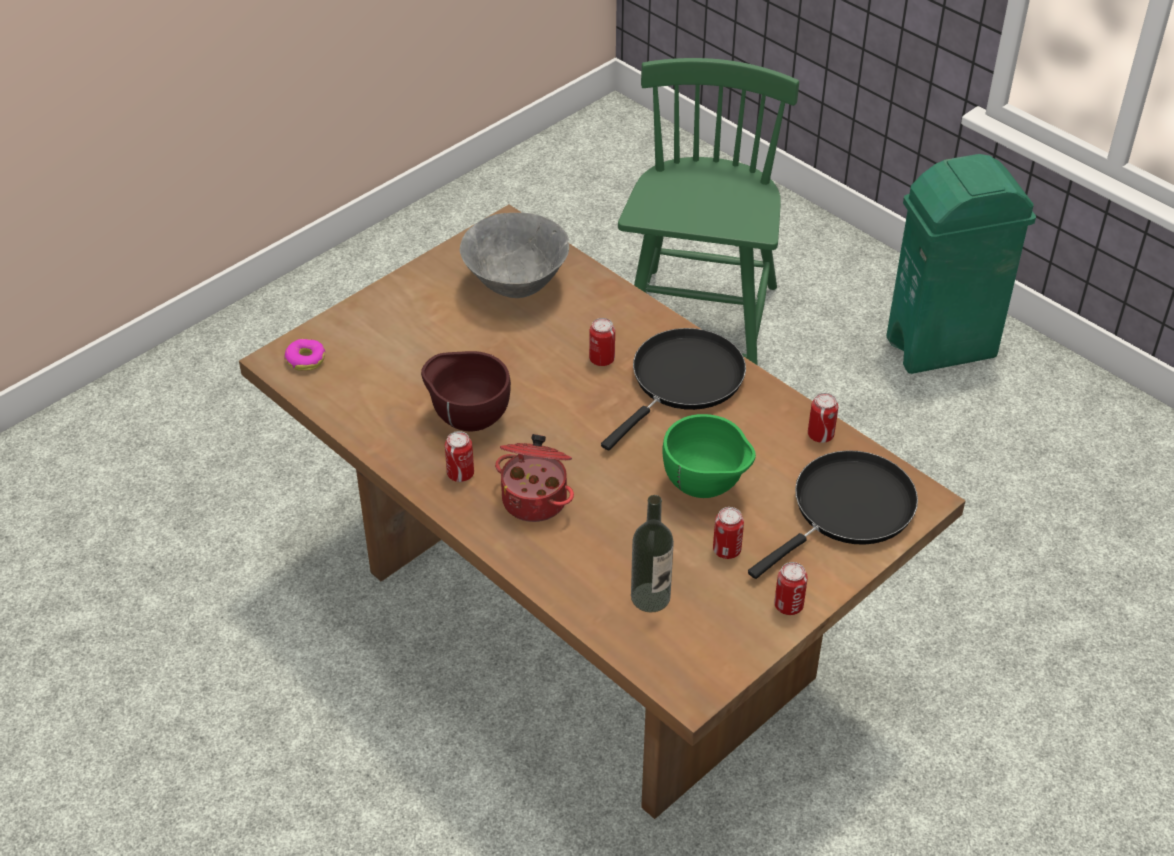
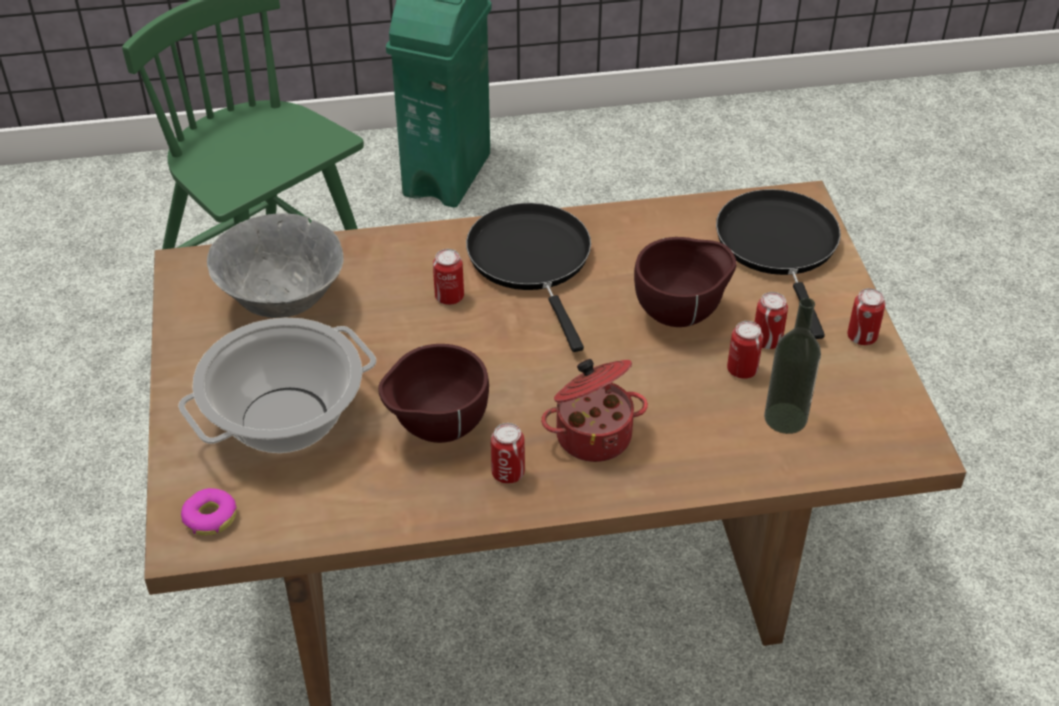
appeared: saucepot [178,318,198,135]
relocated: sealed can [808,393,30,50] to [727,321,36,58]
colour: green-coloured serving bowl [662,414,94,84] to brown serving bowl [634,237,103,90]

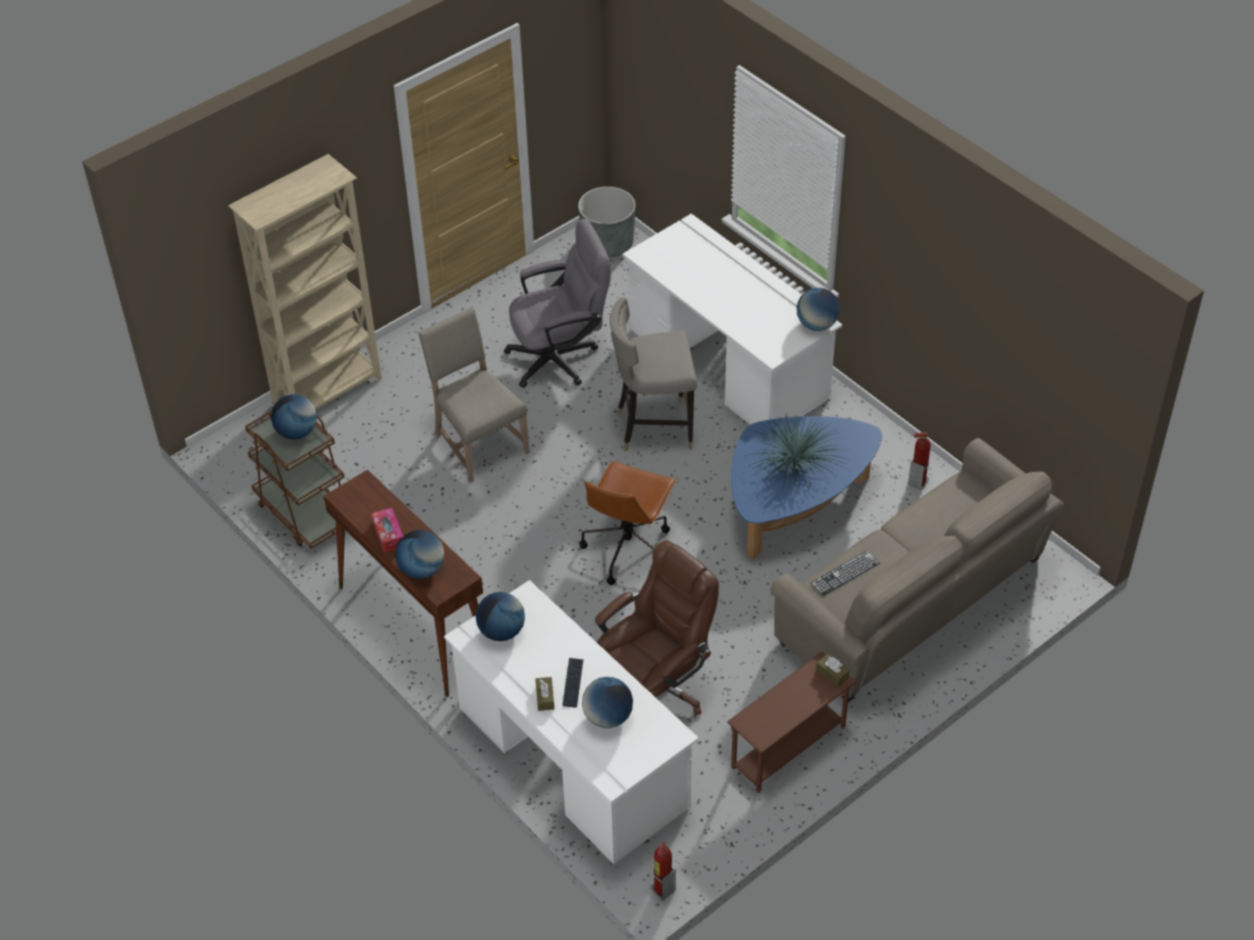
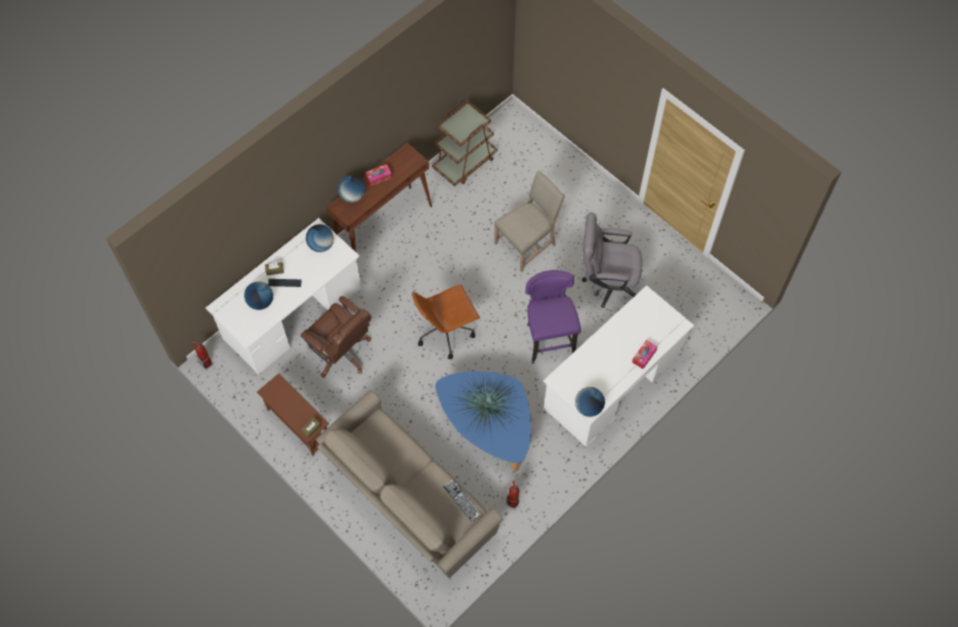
missing: beige-coloured bookcase [228,154,154,256]; gray planter [578,187,57,71]; desk globe [271,394,46,46]
appeared: tissue box [632,340,25,29]
relocated: keyboard [811,550,69,46] to [443,479,39,43]
colour: gray sitting stool [610,297,87,154] to purple-coloured sitting stool [525,270,56,94]
spun: gray computer chair [504,219,107,169] = [582,213,60,95] 120 degrees clockwise; brown computer chair [579,461,98,124] = [412,284,68,75] 45 degrees counterclockwise

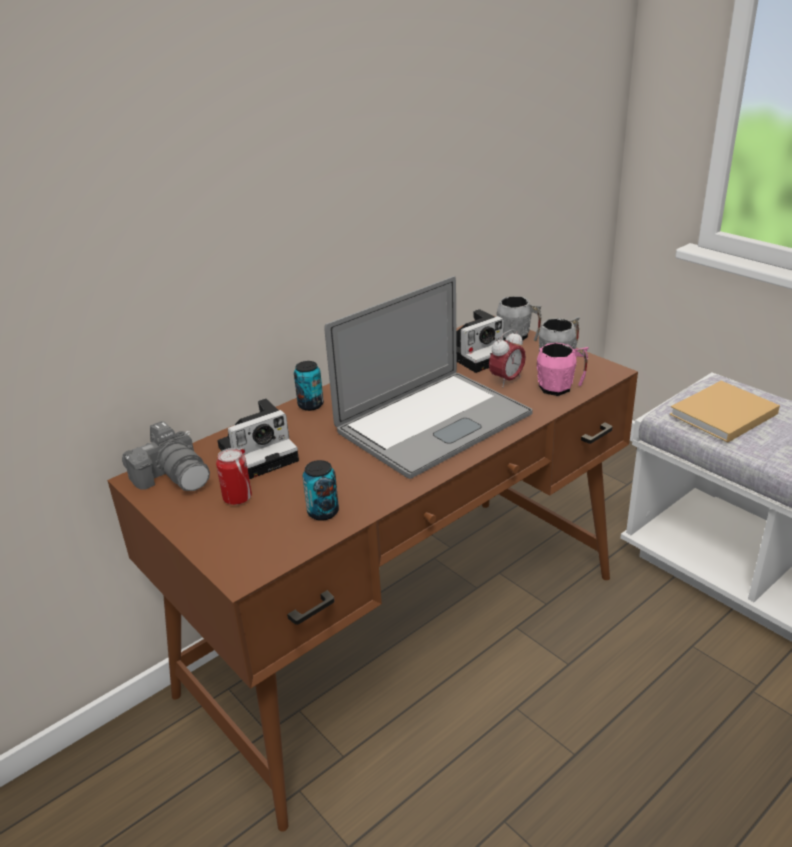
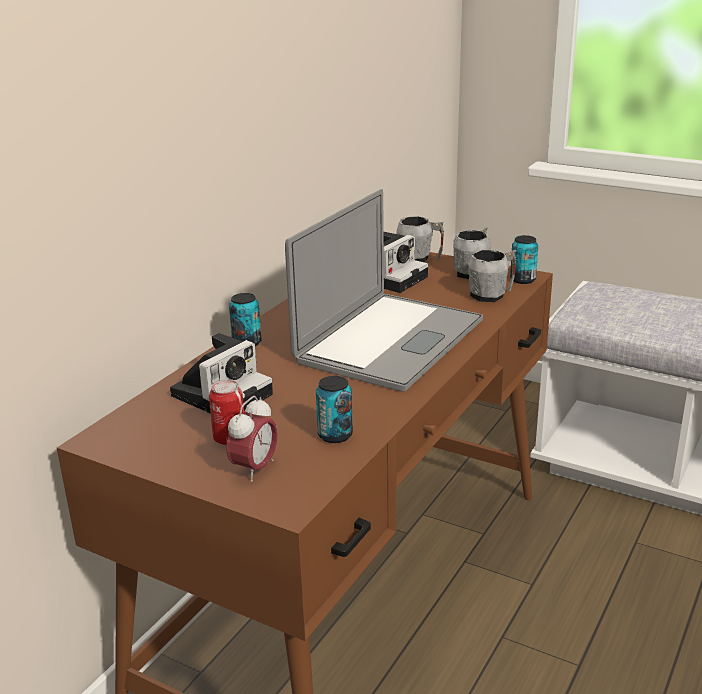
missing: beige-coloured book [670,381,110,62]; still camera [122,421,88,70]
appeared: sealed can [510,235,28,49]
relocated: table clock [489,329,37,58] to [226,396,51,86]
colour: pink-coloured tea mug [537,343,52,53] to gray tea mug [468,250,49,52]

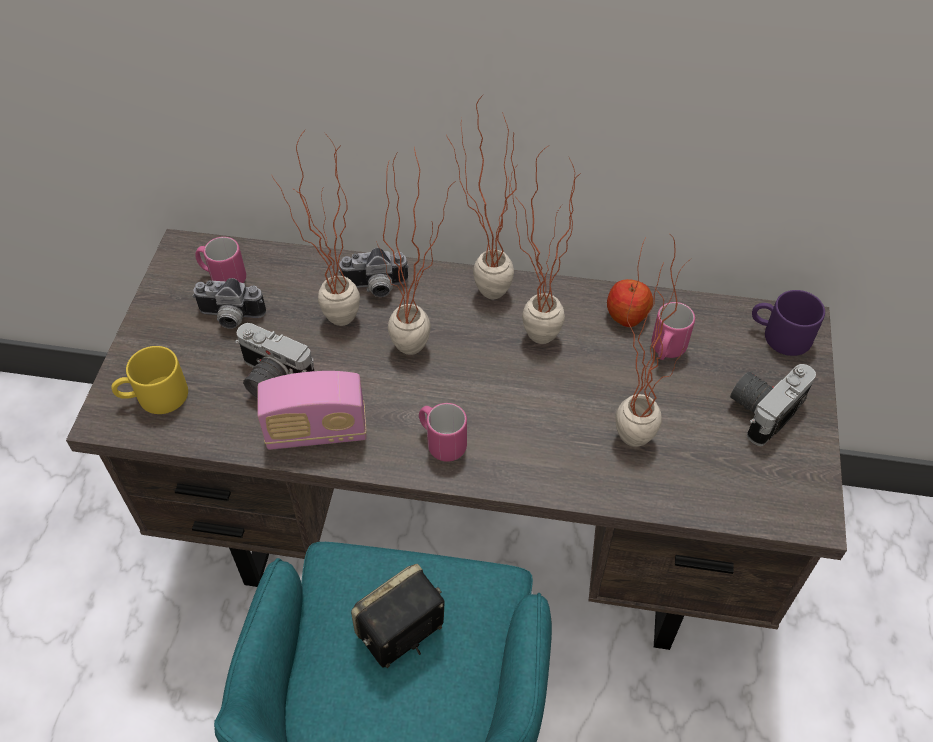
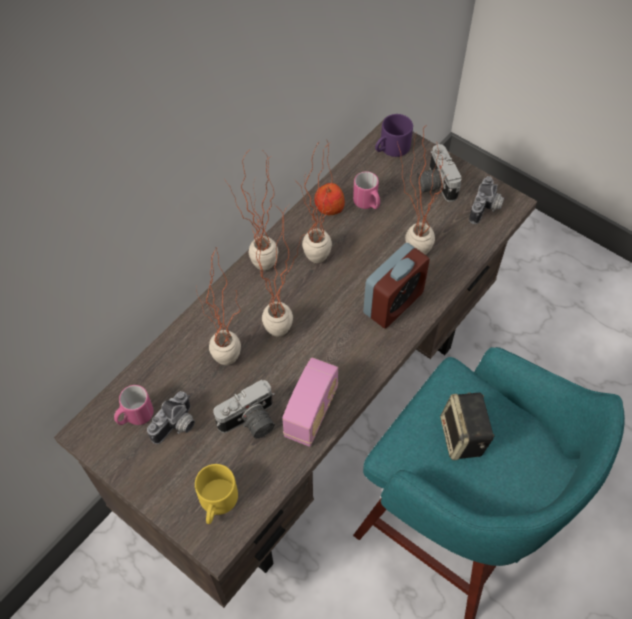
missing: pink-coloured tea mug [419,403,48,59]
appeared: table clock [363,243,67,86]
relocated: still camera [339,248,70,49] to [469,176,35,48]

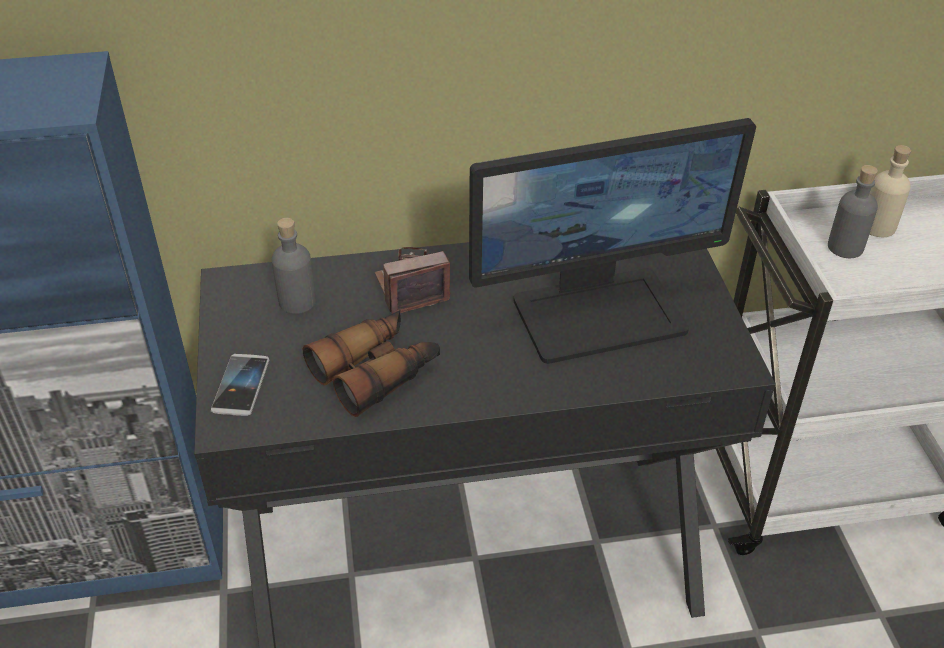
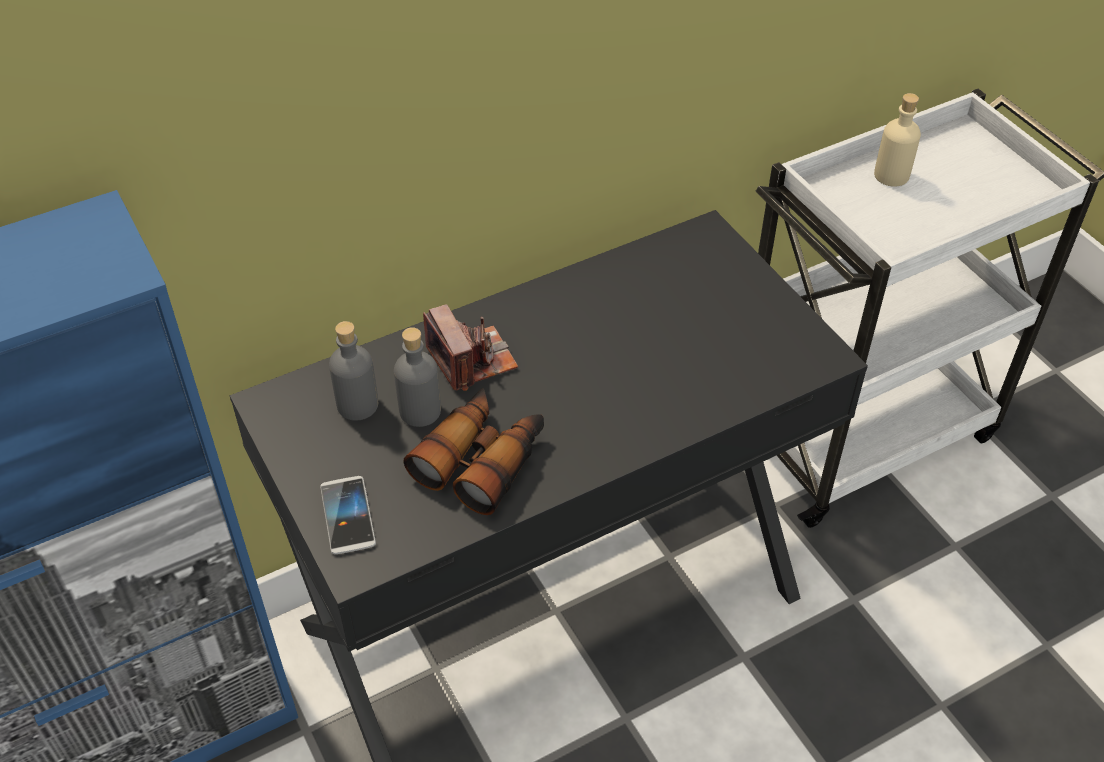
missing: computer screen [469,118,287,246]
relocated: gray drink bottle [828,165,50,93] to [394,327,47,100]
spun: still camera [375,247,75,67] = [423,304,95,87] 105 degrees clockwise

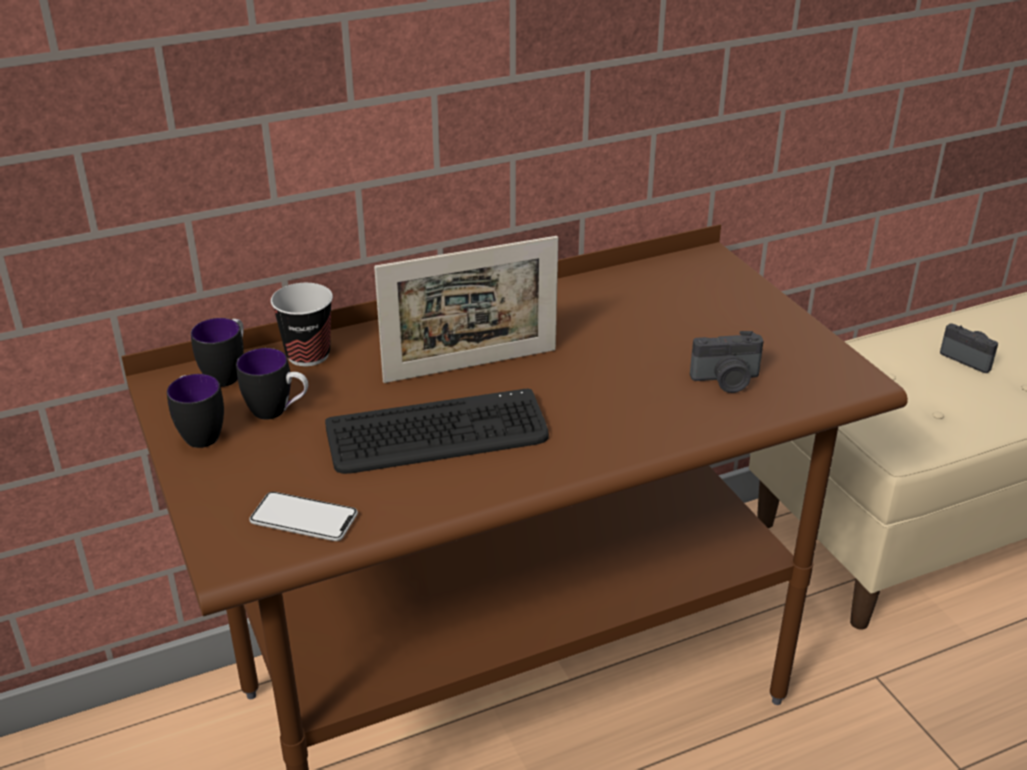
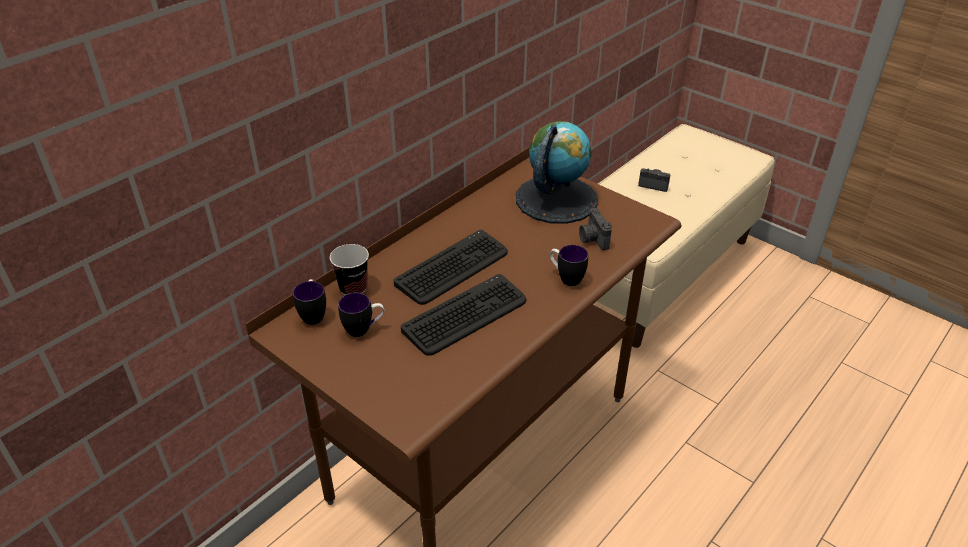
missing: phone [249,492,109,49]
appeared: desk globe [516,121,82,103]
relocated: tea mug [167,374,57,74] to [549,245,39,41]
exchanged: standing frame [374,236,184,147] to keyboard [394,230,114,75]
spun: still camera [690,331,74,62] = [579,208,33,42] 105 degrees clockwise

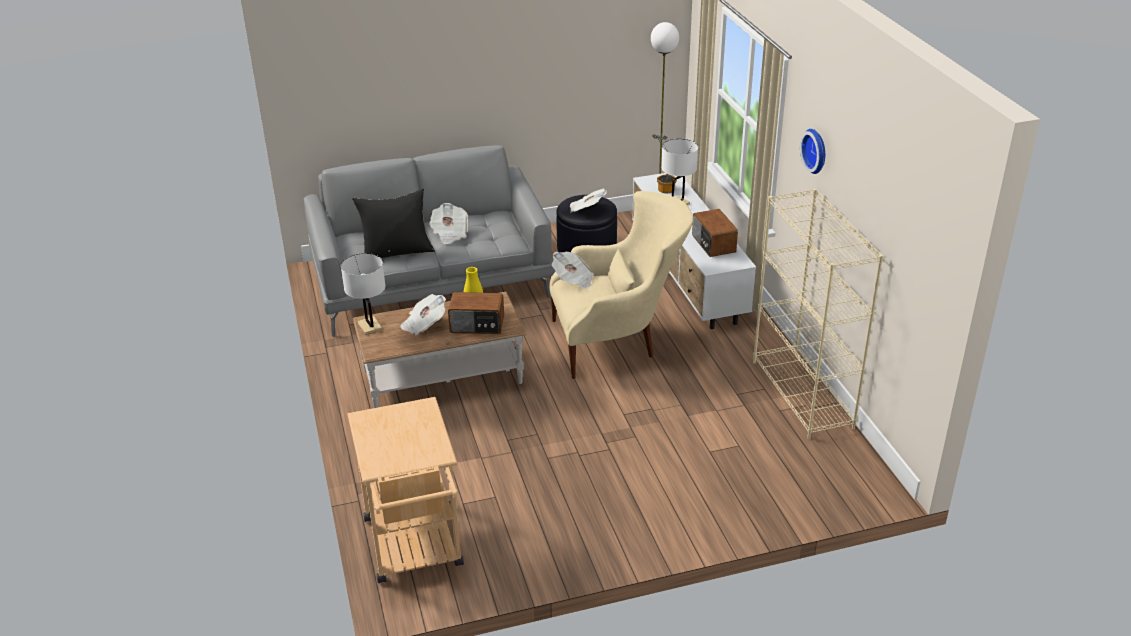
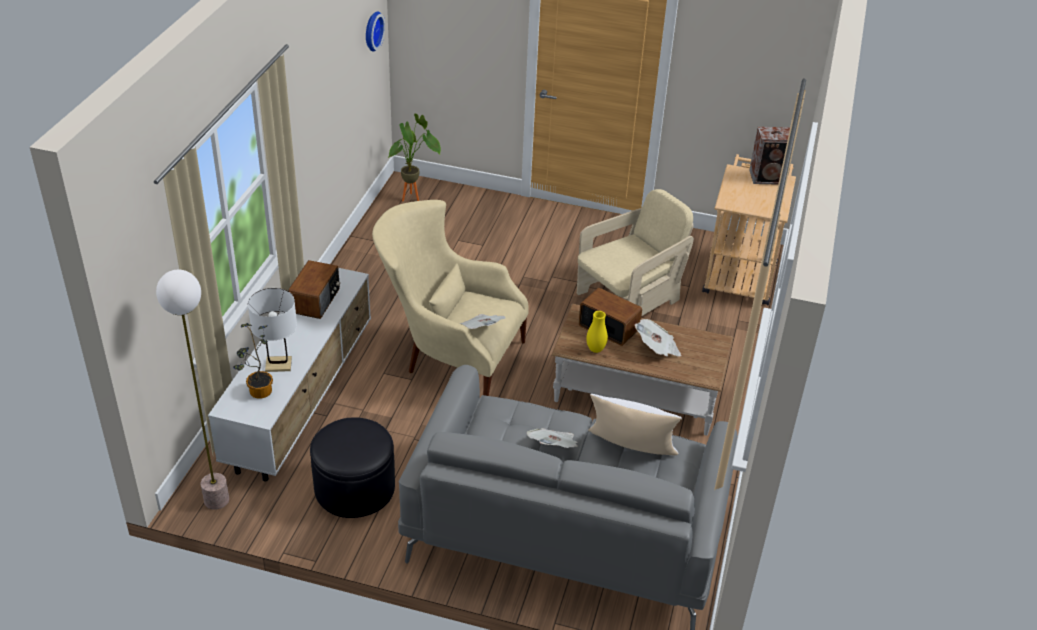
missing: newspaper [570,188,37,25]; beige-coloured bookcase [753,189,130,250]; white-coloured table lamp [341,253,45,82]
appeared: potted plant [388,114,53,87]; audio speaker [749,127,41,58]; beige-coloured easy chair [577,189,117,128]
relocated: hanging clock [800,129,25,45] to [366,11,19,41]
colour: blackish cushion [352,189,83,69] to white-coloured cushion [588,394,94,61]

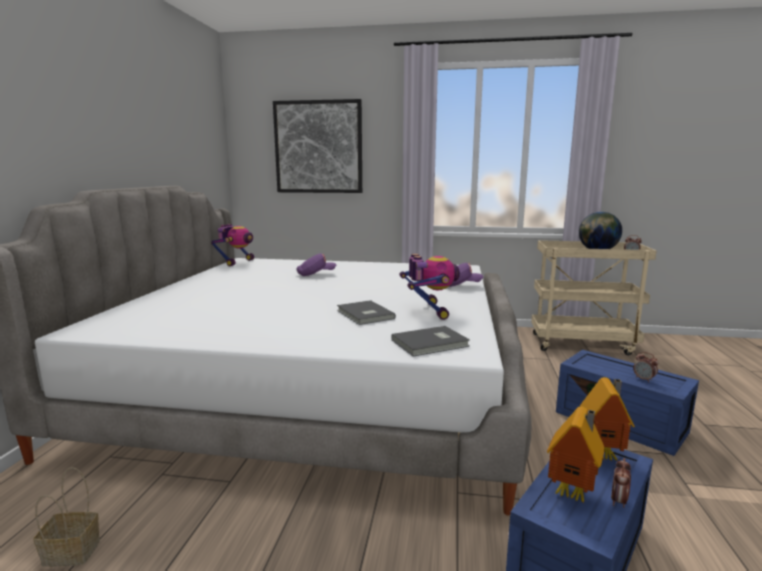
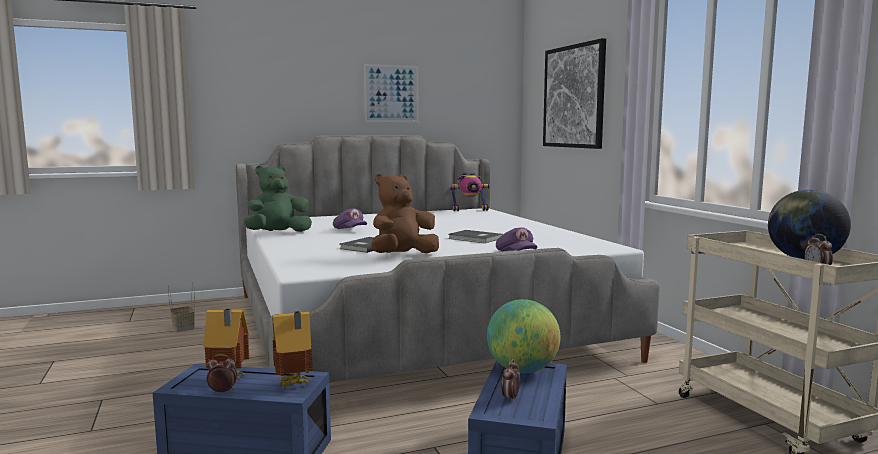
appeared: wall art [364,64,55,58]; green-coloured soft toy [244,166,68,66]; desk globe [487,299,73,74]
relocated: purple-coloured cap [297,253,39,23] to [333,208,34,21]; gray book [391,326,79,30] to [448,230,55,13]
exchanged: model robot [400,254,60,66] to brown soft toy [371,174,68,79]

